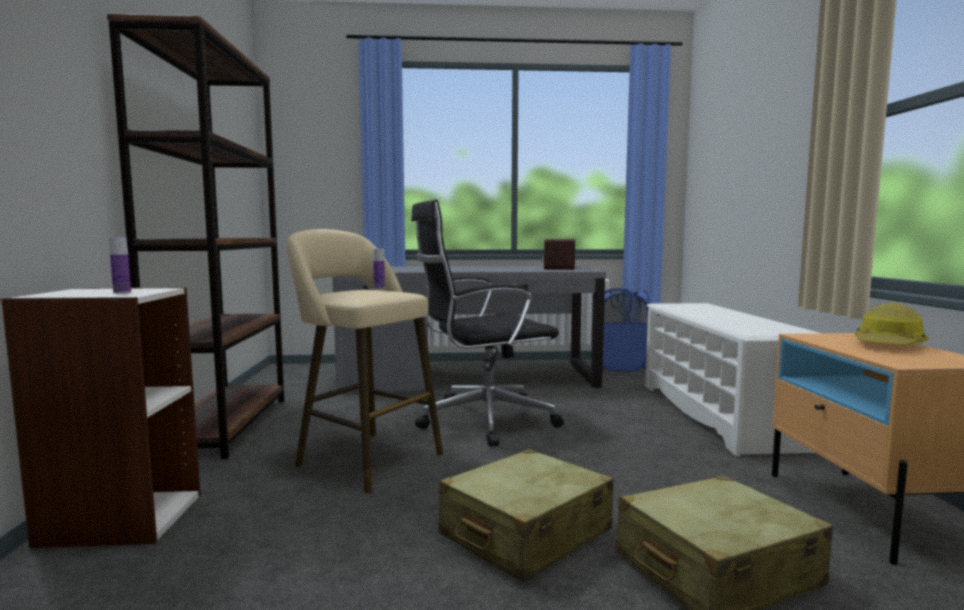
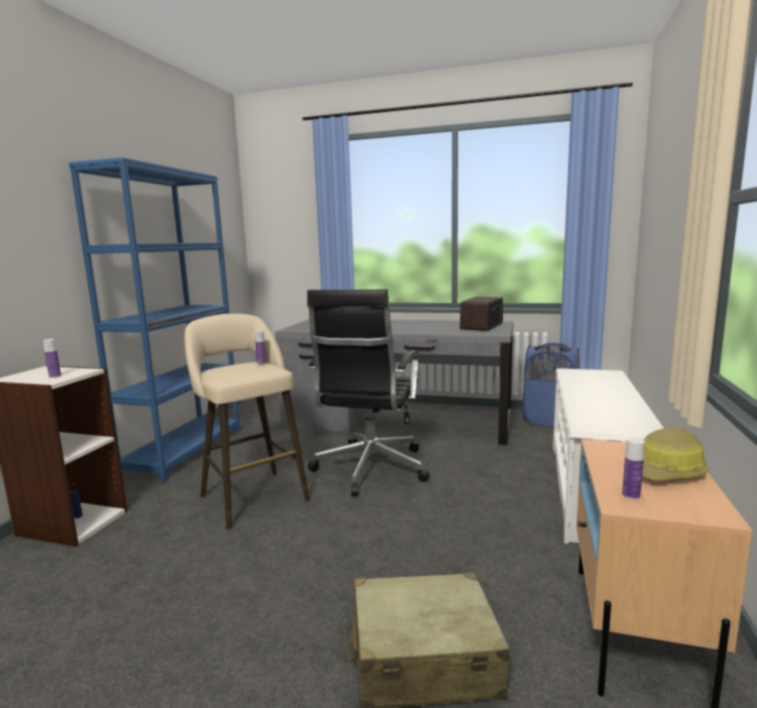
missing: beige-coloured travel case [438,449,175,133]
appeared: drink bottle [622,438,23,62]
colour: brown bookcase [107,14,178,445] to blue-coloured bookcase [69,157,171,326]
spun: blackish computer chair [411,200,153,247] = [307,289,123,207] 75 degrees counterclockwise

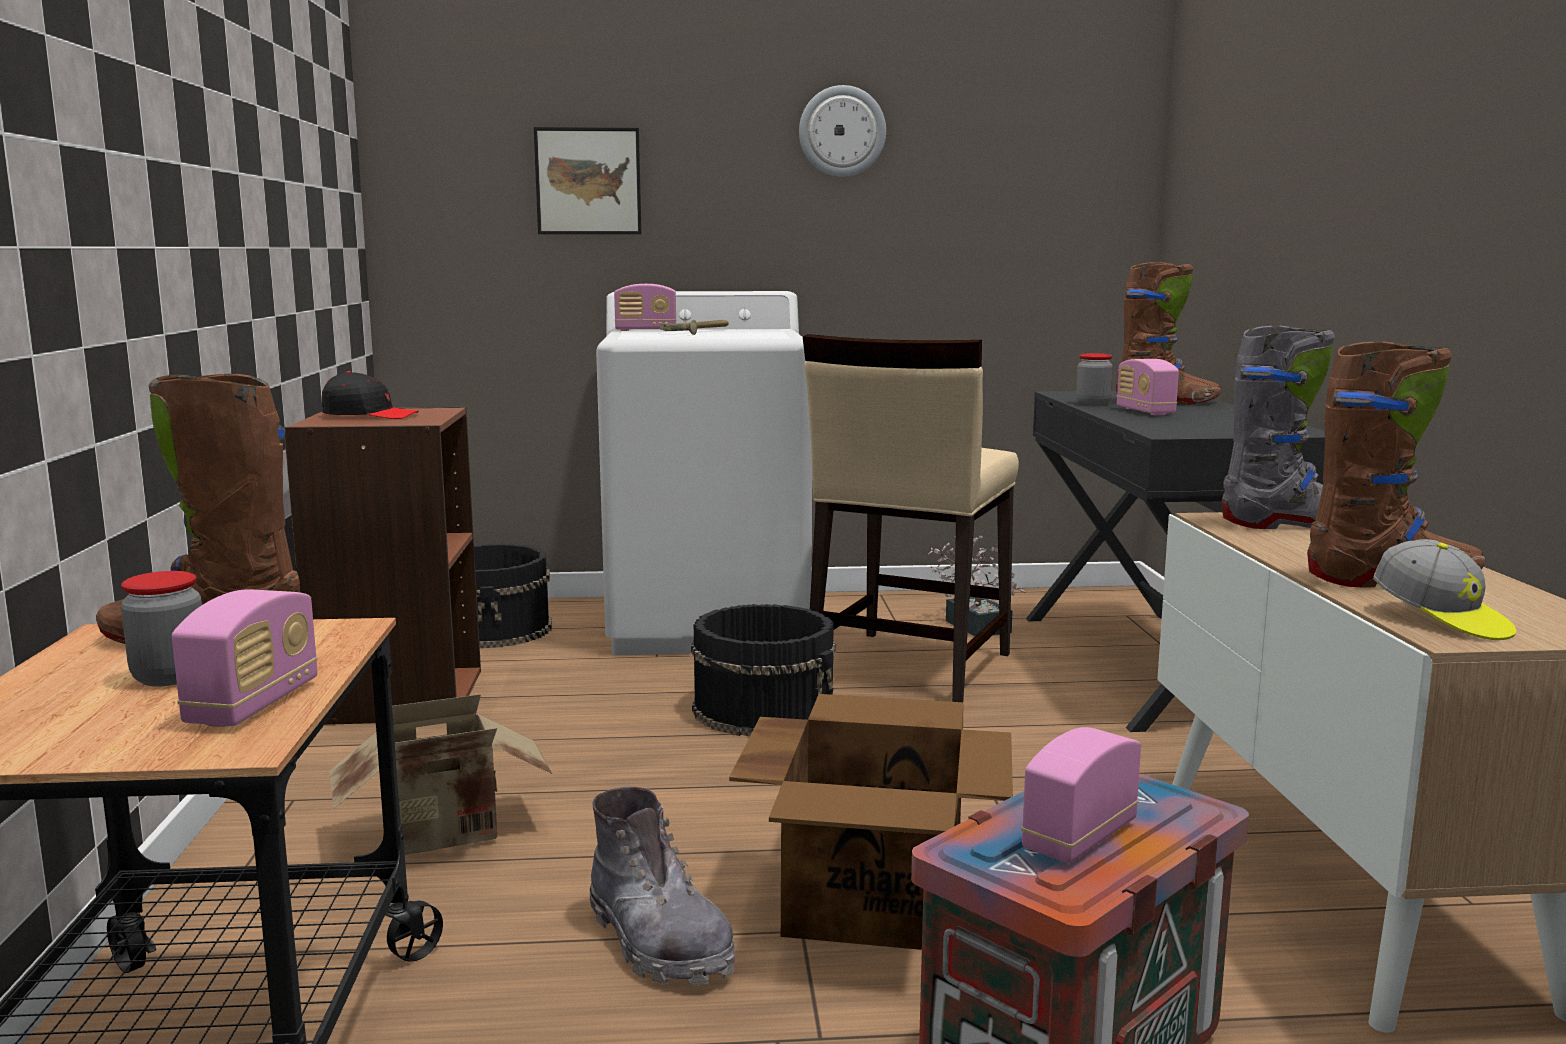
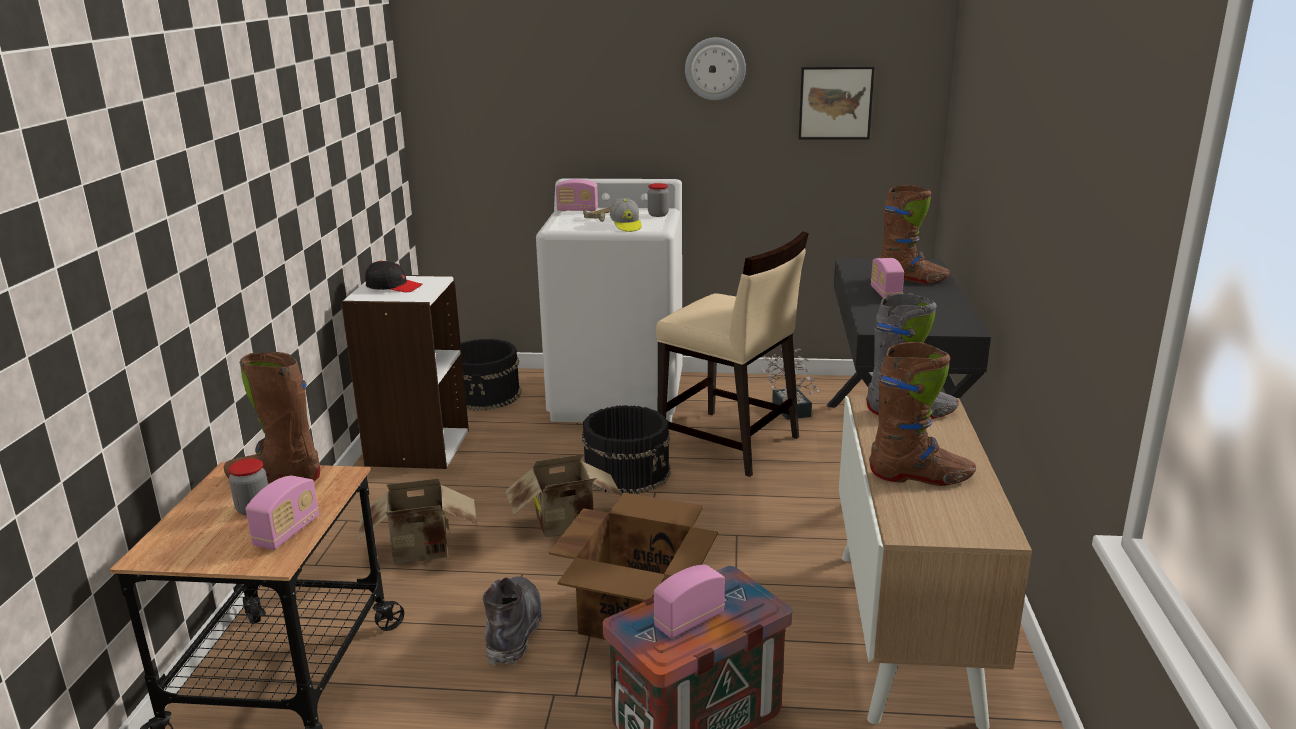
appeared: carton [506,454,116,84]
relocated: wall art [534,127,108,107] to [799,66,76,74]; preserve jar [1076,353,37,52] to [648,183,21,34]; cap [1373,539,143,101] to [610,198,32,34]
colour: brown bookcase [284,407,197,318] to white-coloured bookcase [341,275,128,194]
spun: beige-coloured upright chair [803,334,216,368] = [656,231,153,246] 90 degrees counterclockwise; gray high-top boot [590,787,145,200] = [483,576,59,90] 150 degrees counterclockwise

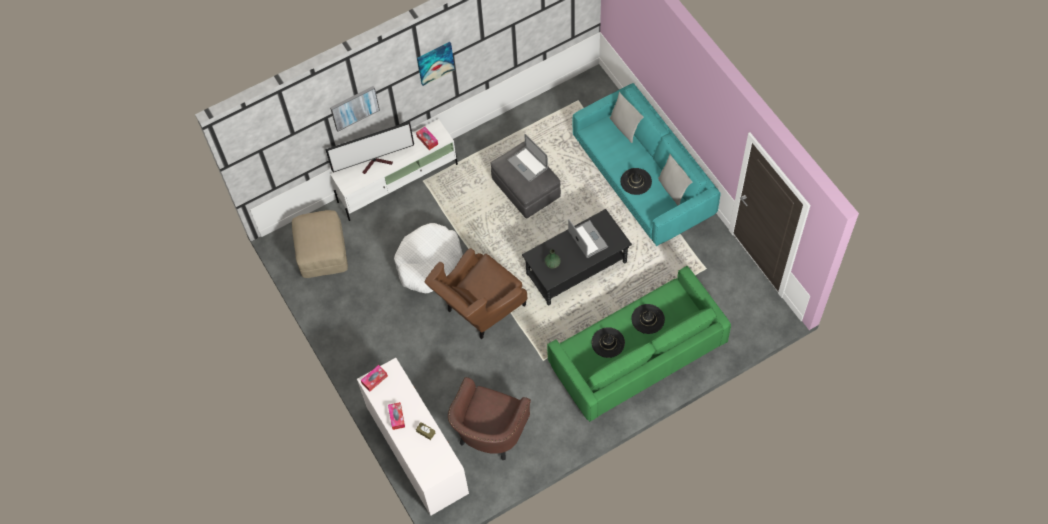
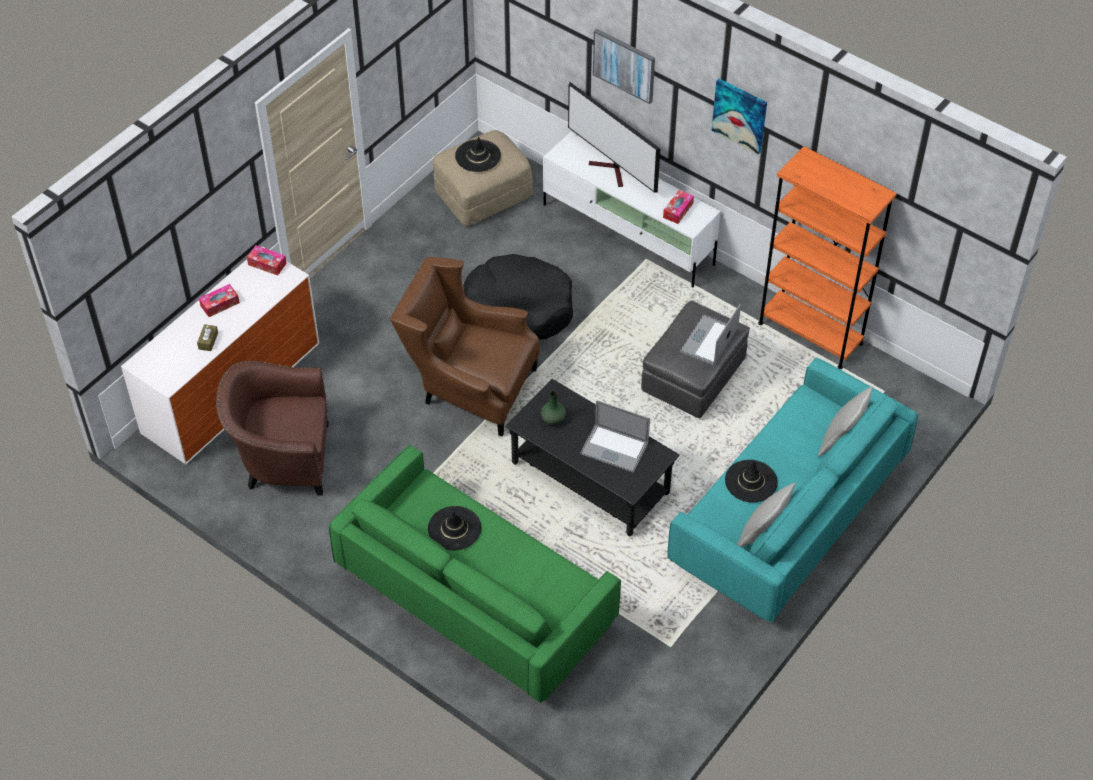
appeared: orange-coloured bookcase [758,146,139,223]
relocated: blackish hat [631,304,34,30] to [455,136,46,36]
colour: white-coloured pet bed [394,223,69,70] to blackish pet bed [463,254,110,86]
spun: notebook computer [568,219,40,39] = [580,400,70,72] 75 degrees clockwise

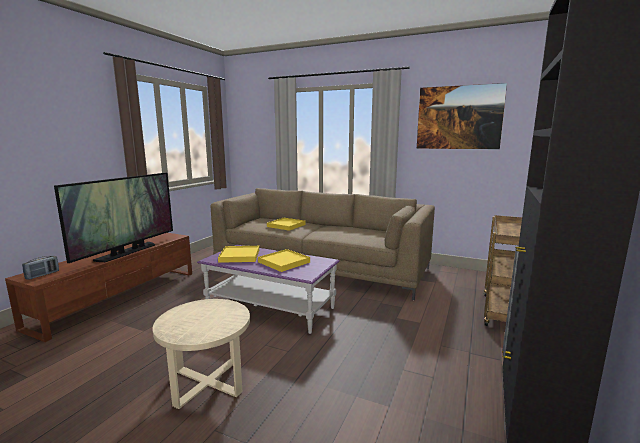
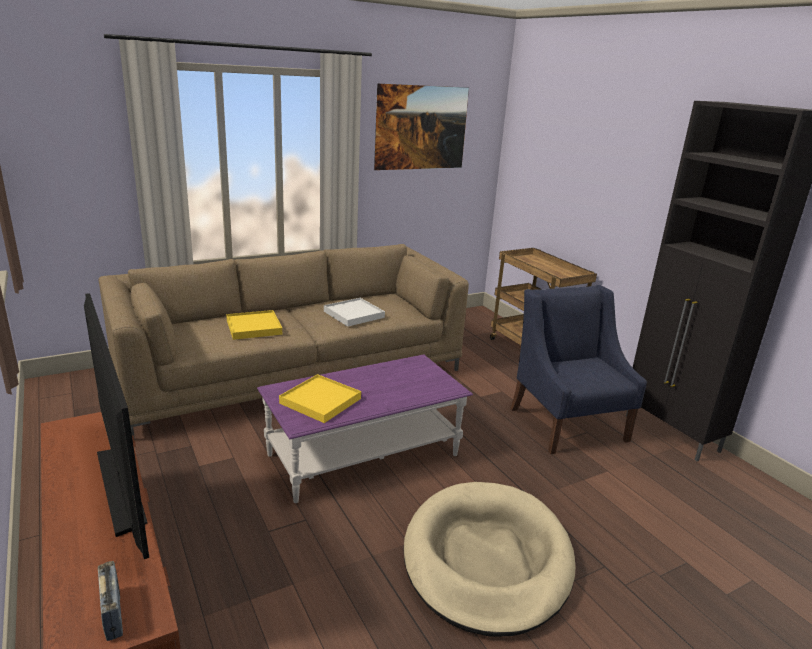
missing: yellowish serving tray [258,249,52,23]
appeared: blue-coloured easy chair [510,285,137,169]; white-coloured serving tray [324,298,61,29]
exchanged: beige-coloured end table [152,299,98,110] to beige-coloured pet bed [404,482,171,155]

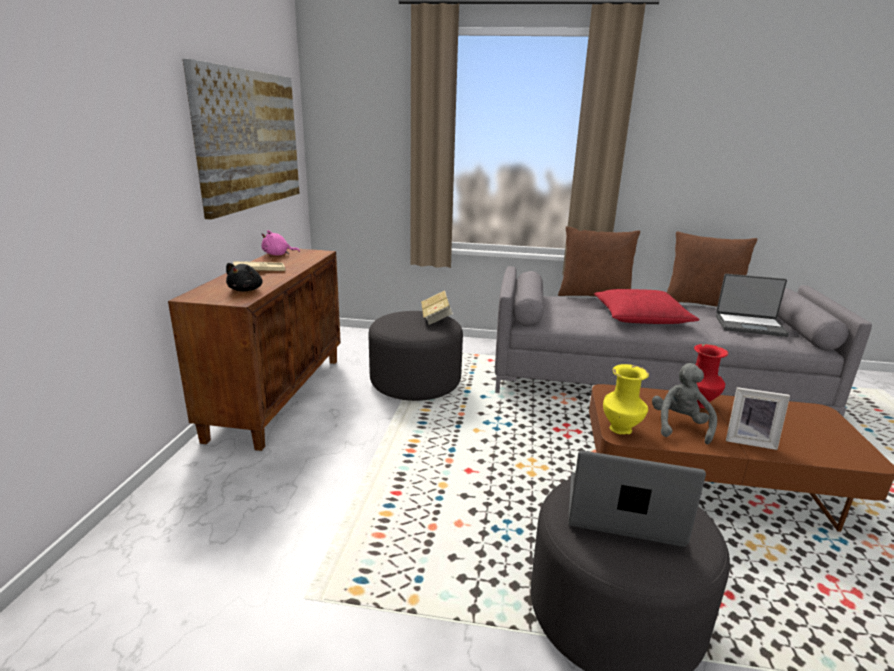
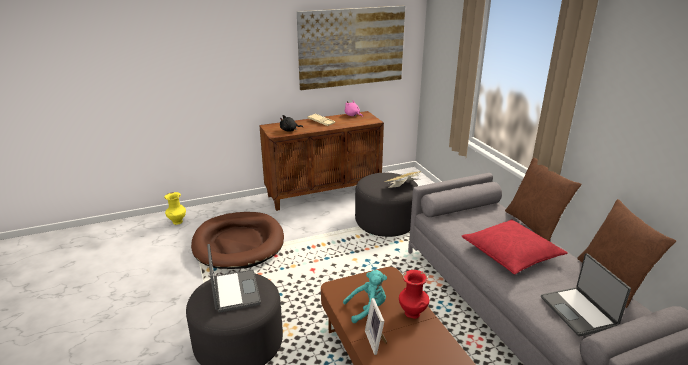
appeared: brown pet bed [191,212,93,57]
relocated: yellowish vase [603,364,46,70] to [164,192,22,33]
colour: gray soft toy [652,363,65,82] to turquoise-coloured soft toy [343,270,44,53]

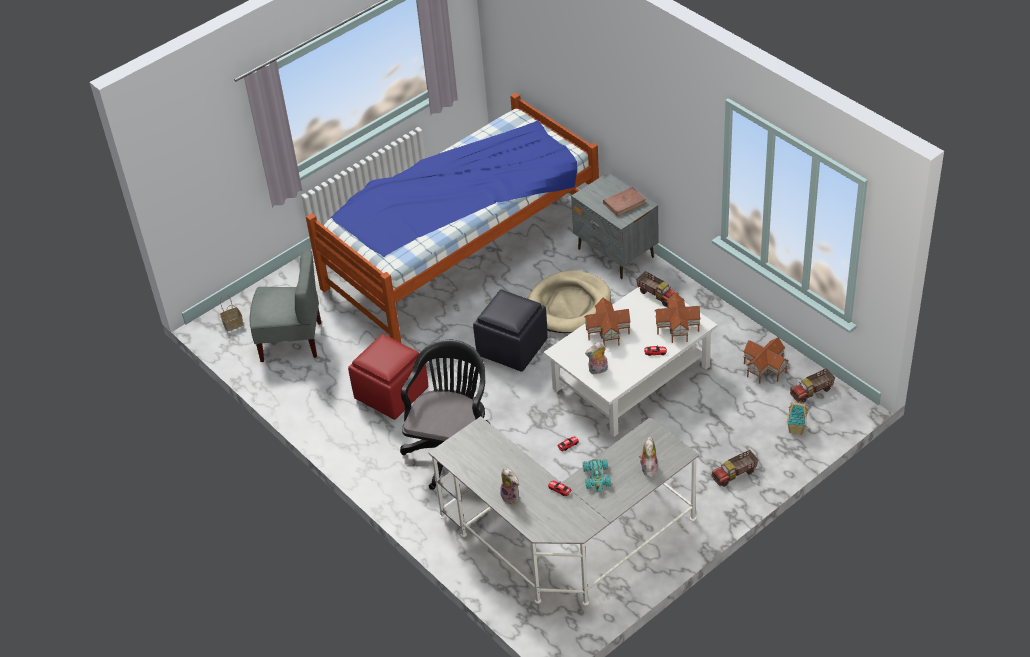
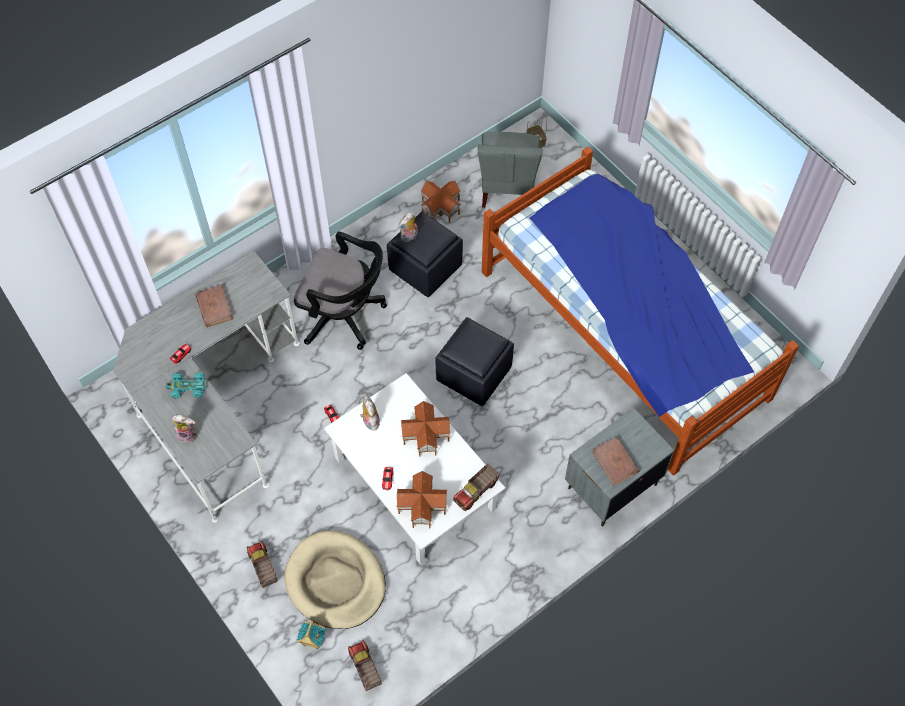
appeared: brown book [195,285,38,43]
relocated: beige-coloured pet bed [527,270,84,63] to [285,530,101,99]; model house [743,337,46,47] to [421,181,40,42]; soft toy [500,468,20,37] to [398,212,20,30]
colour: red-coloured pouffe [348,334,80,86] to blackish pouffe [387,211,76,86]

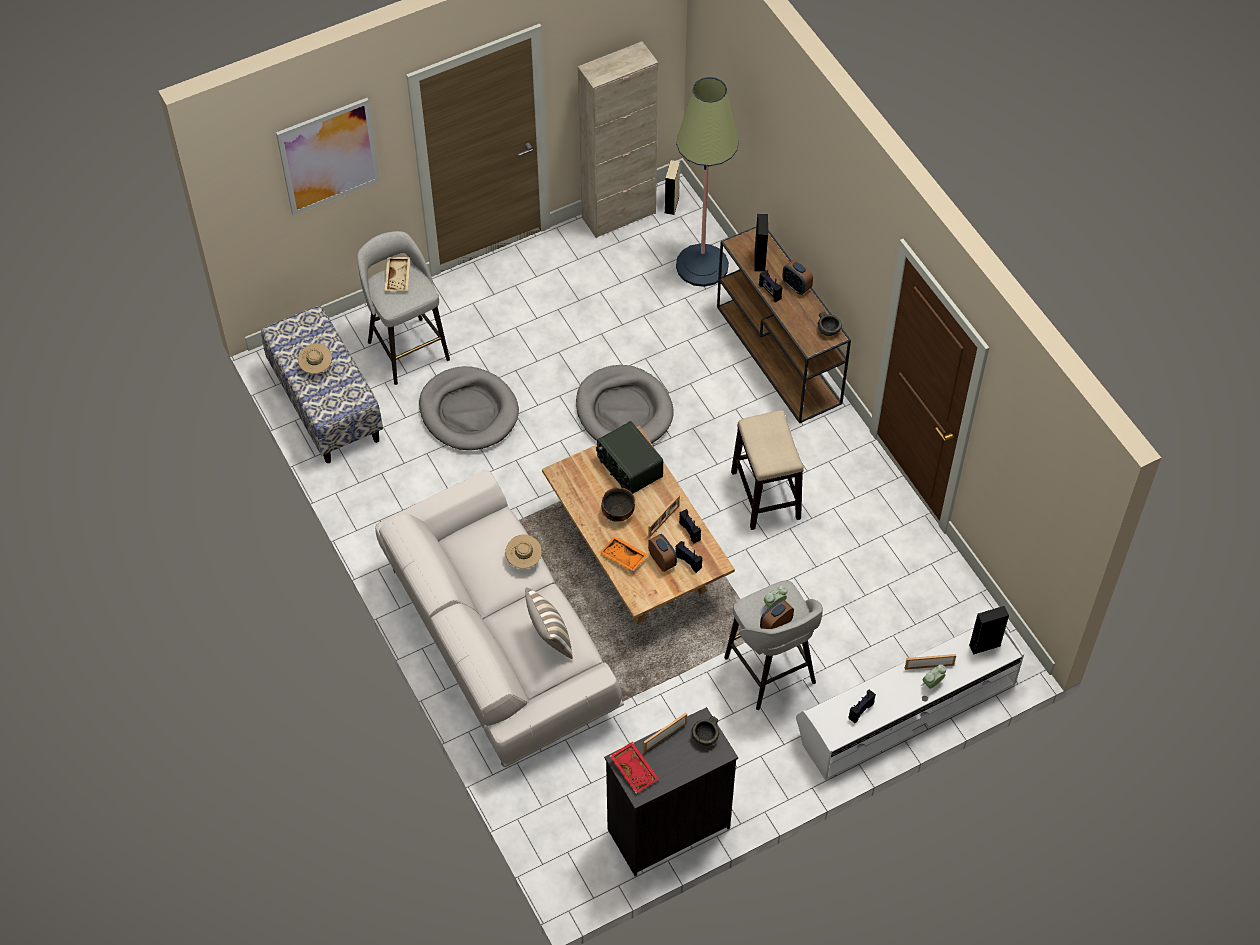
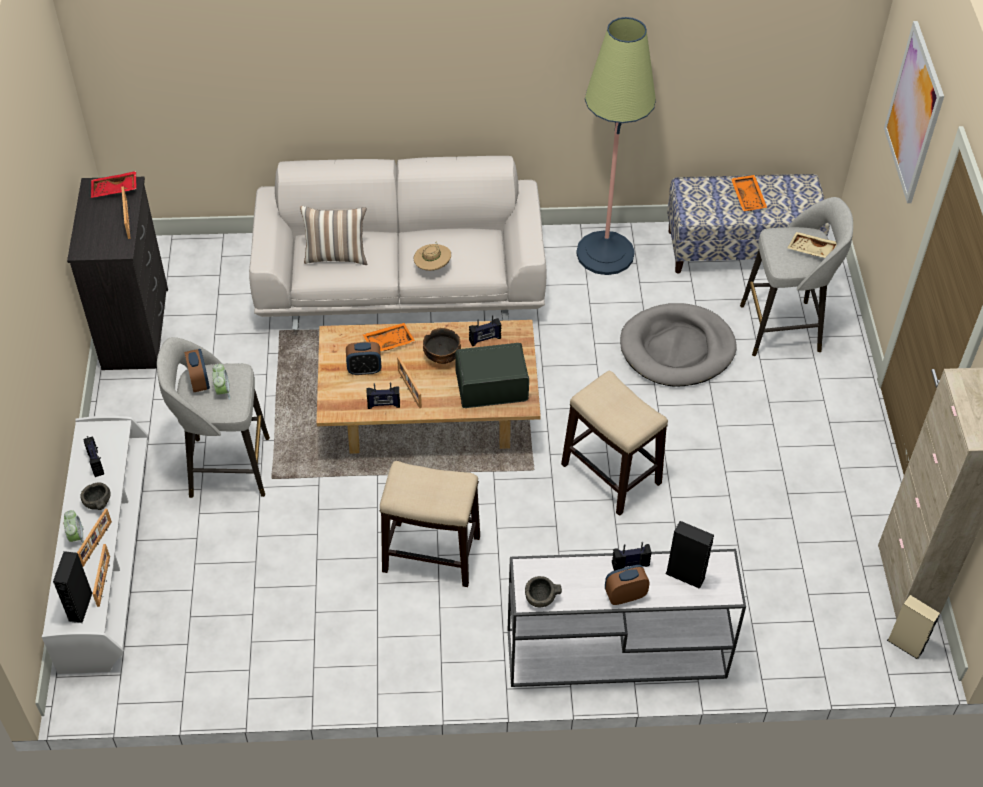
appeared: standing frame [93,544,17,63]
relocated: standard lamp [676,77,63,210] to [576,17,80,258]; radio set [675,541,28,32] to [469,315,33,31]; gray serving bowl [691,716,28,30] to [80,482,31,28]
exchanged: beige-coloured hat [298,343,34,31] to orange-coloured serving tray [731,175,36,36]; gray pet bed [576,365,98,78] to sitting stool [561,371,107,145]
colour: brown console table [717,227,134,196] to white-coloured console table [508,549,238,138]

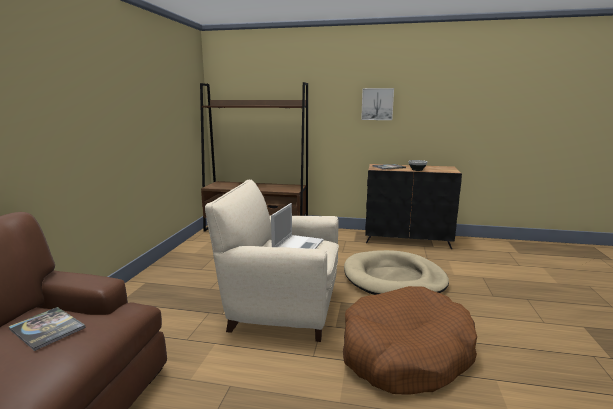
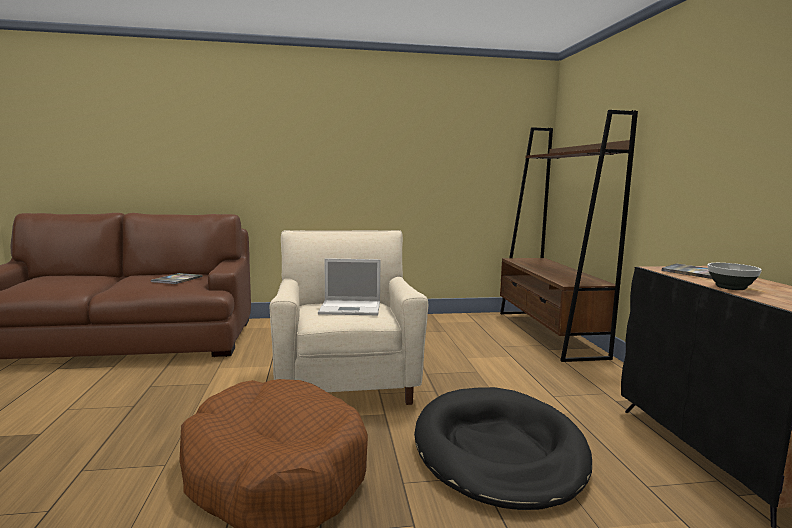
missing: wall art [361,88,33,32]
colour: beige-coloured pet bed [344,250,105,45] to blackish pet bed [414,387,178,123]

